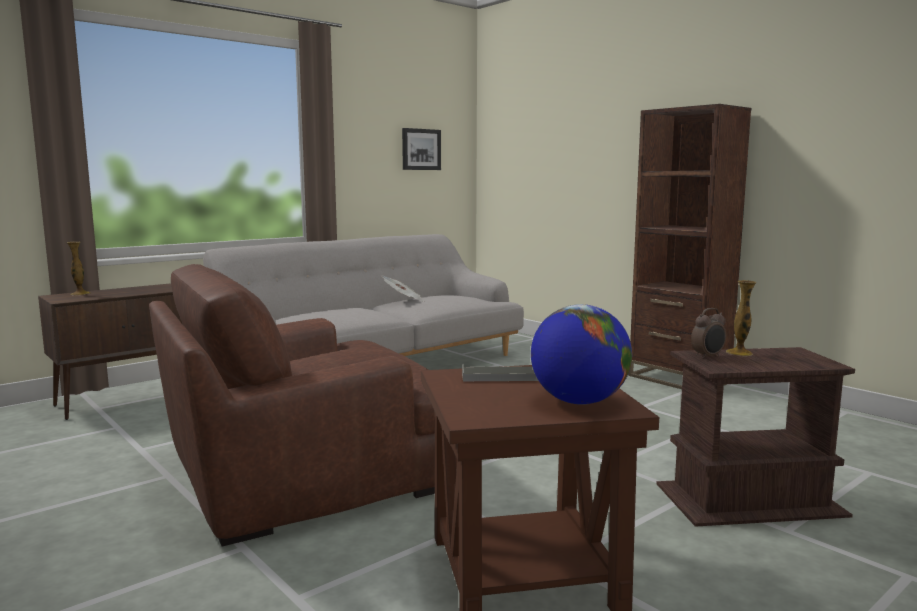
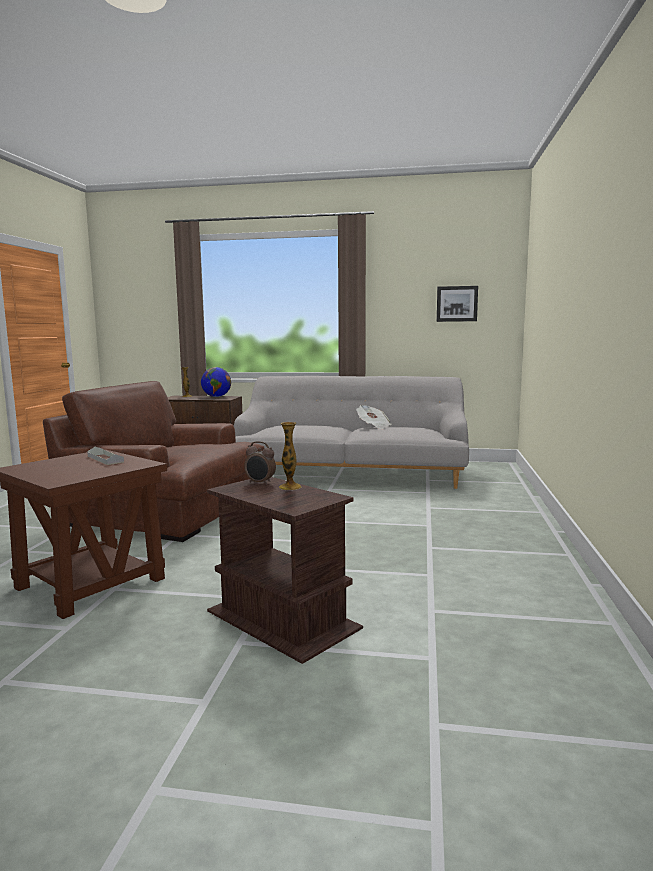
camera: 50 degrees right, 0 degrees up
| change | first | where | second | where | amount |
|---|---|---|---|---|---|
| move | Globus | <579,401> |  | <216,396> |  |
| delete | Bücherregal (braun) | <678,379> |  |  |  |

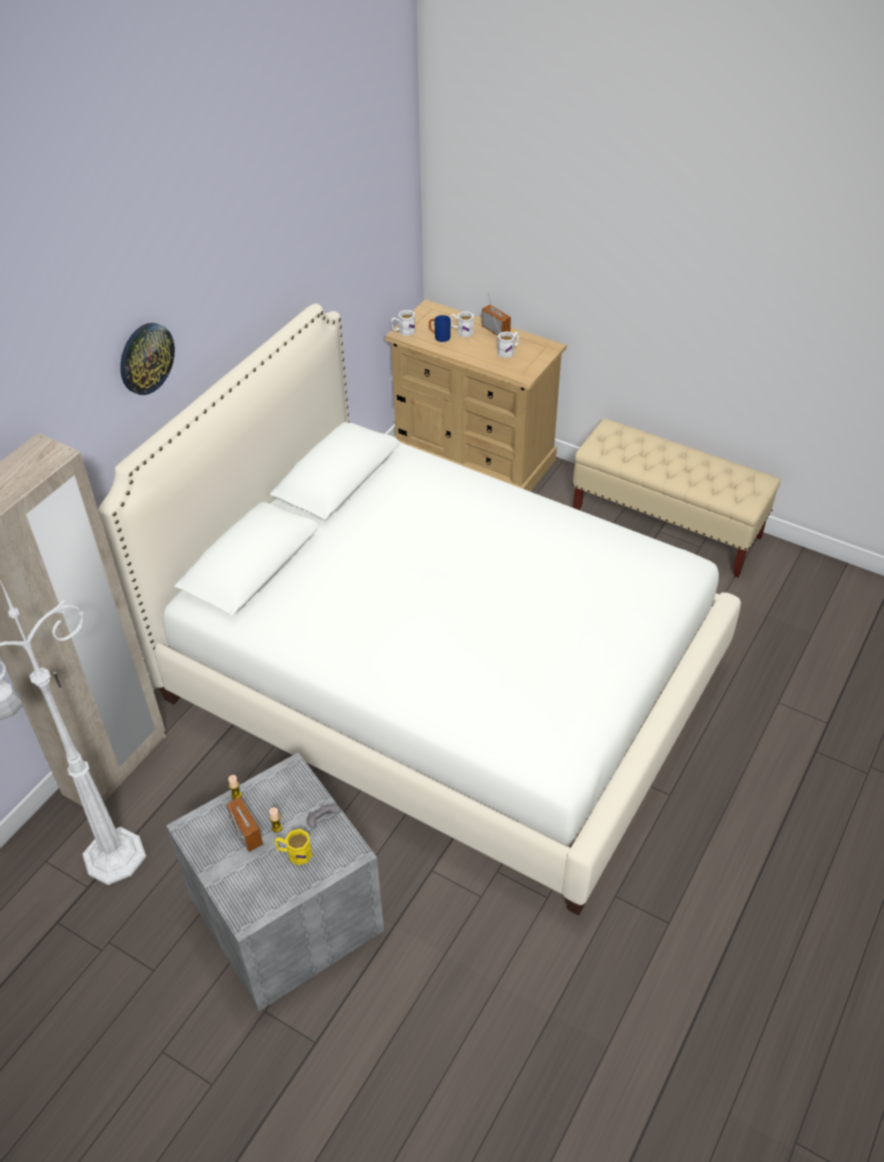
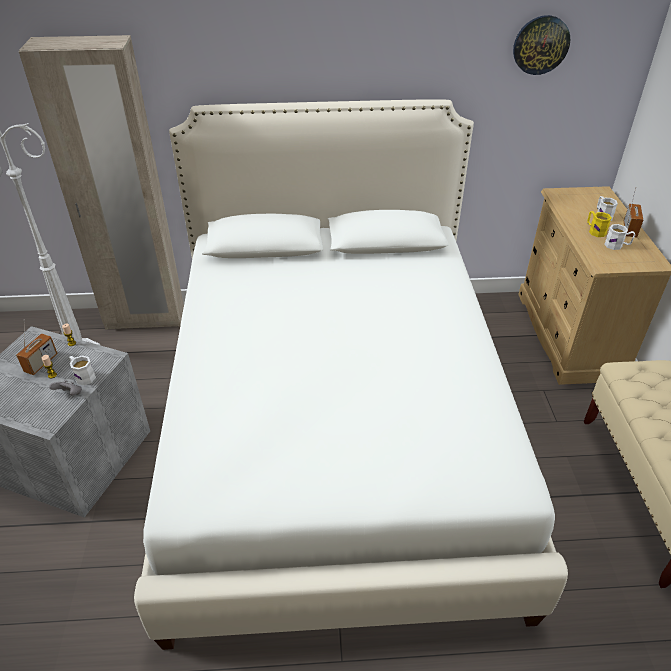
camera: 55 degrees right, 5 degrees down
| change | first | where | second | where | amount |
|---|---|---|---|---|---|
| move | Henkelbecher (weiß) | <403,331> |  | <83,376> |  |
| move | Wanduhr | <145,358> |  | <540,45> |  |
| move | Henkelbecher (gelb) | <294,853> |  | <594,231> |  |
| delete | Henkelbecher (blau) | <439,337> |  |  |  |

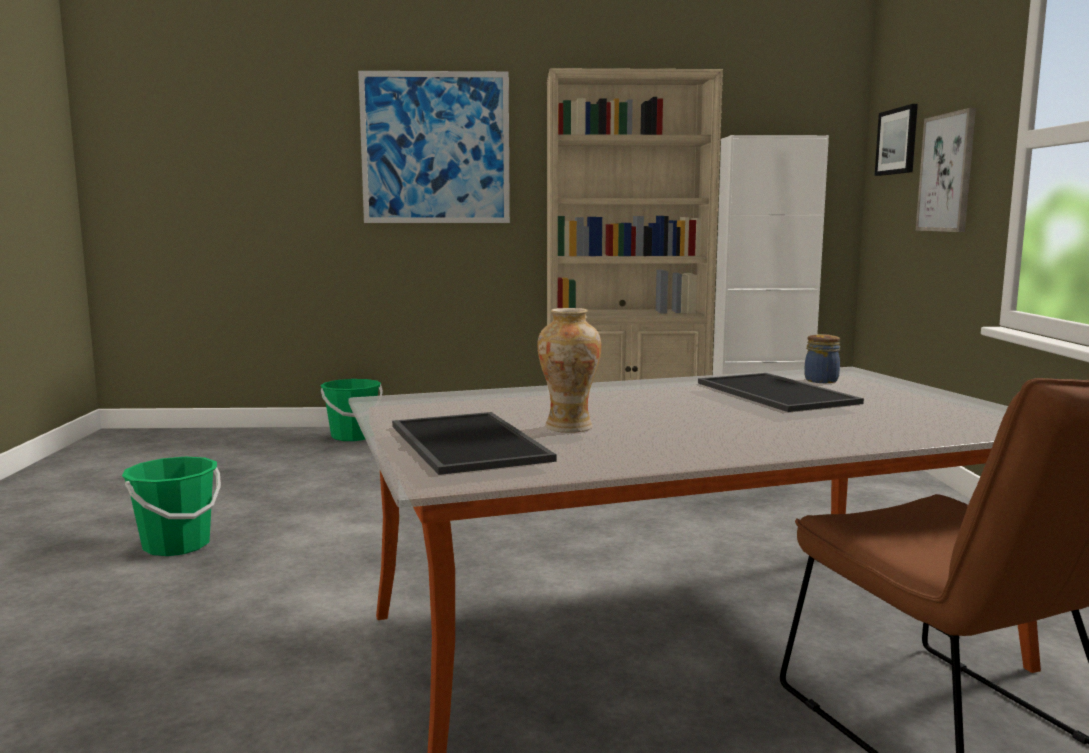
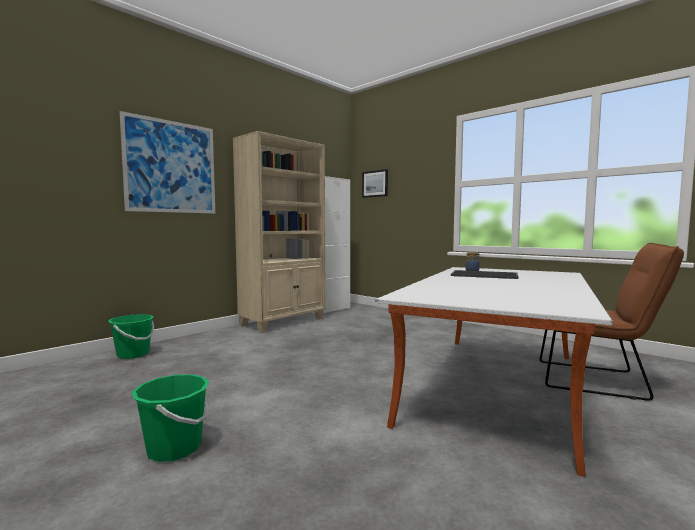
camera: 45 degrees left, 5 degrees down
| change | first | where | second | where | amount |
|---|---|---|---|---|---|
| delete | Tablett | <464,442> |  |  |  |
| delete | Vase | <569,427> |  |  |  |
| delete | Bild | <947,173> |  |  |  |

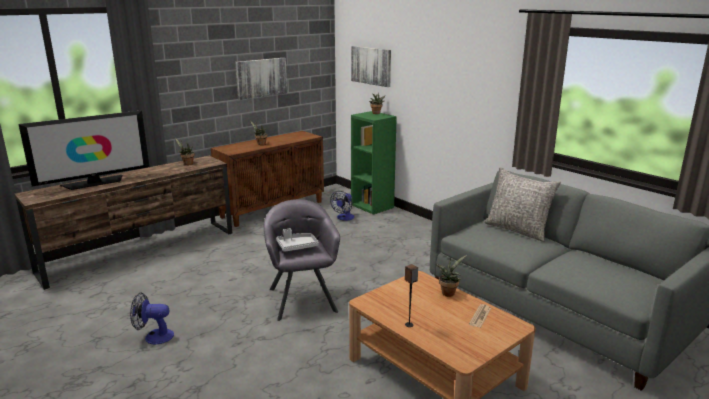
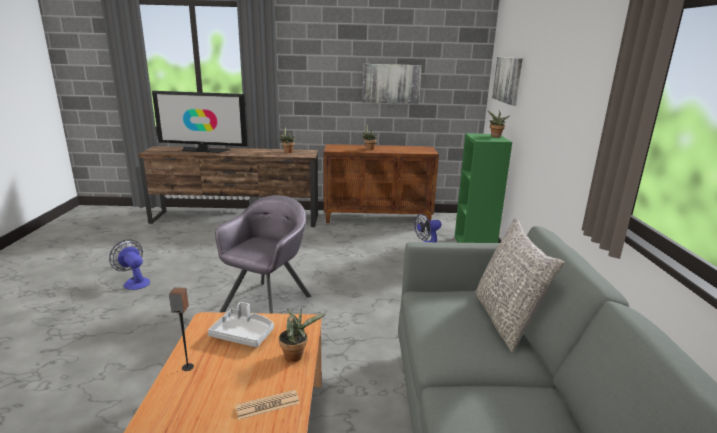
camera: 40 degrees right, 0 degrees up
| change | first | where | second | where | amount |
|---|---|---|---|---|---|
| move | Tablett (grau) | <297,246> |  | <243,334> |  |

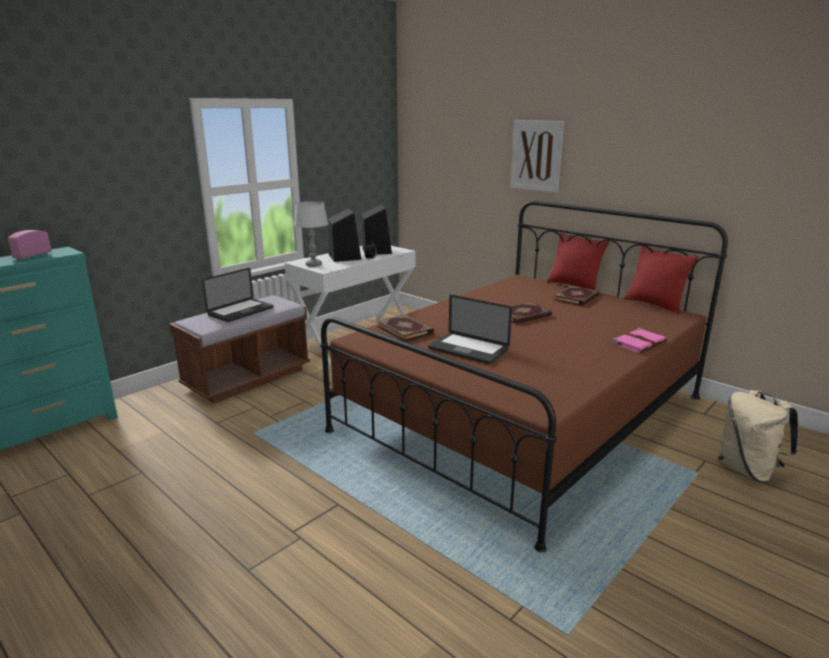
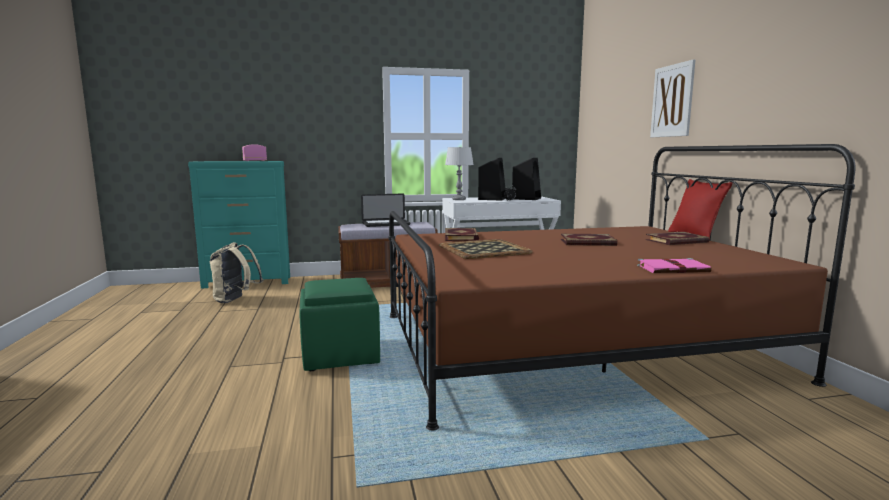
camera: 35 degrees right, 10 degrees down
| change | first | where | second | where | amount |
|---|---|---|---|---|---|
| move | Rucksack (beige) | <748,470> |  | <235,300> |  |
| insert |  |  | Polsterhocker (grün) | <341,355> |  |
| replace | Laptop | <468,349> | Tablett | <485,250> |  |
| delete | Kissen (rot) | <654,304> |  |  |  |

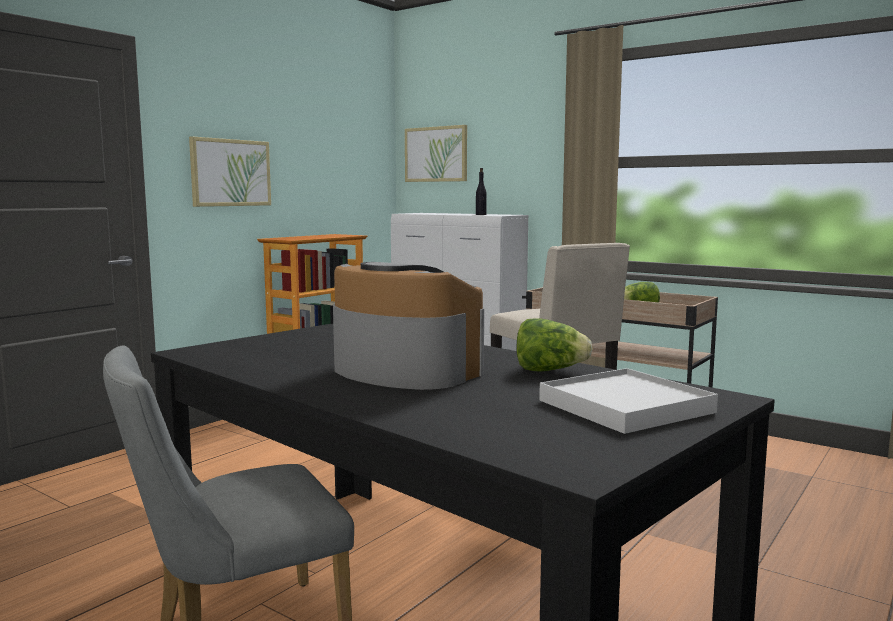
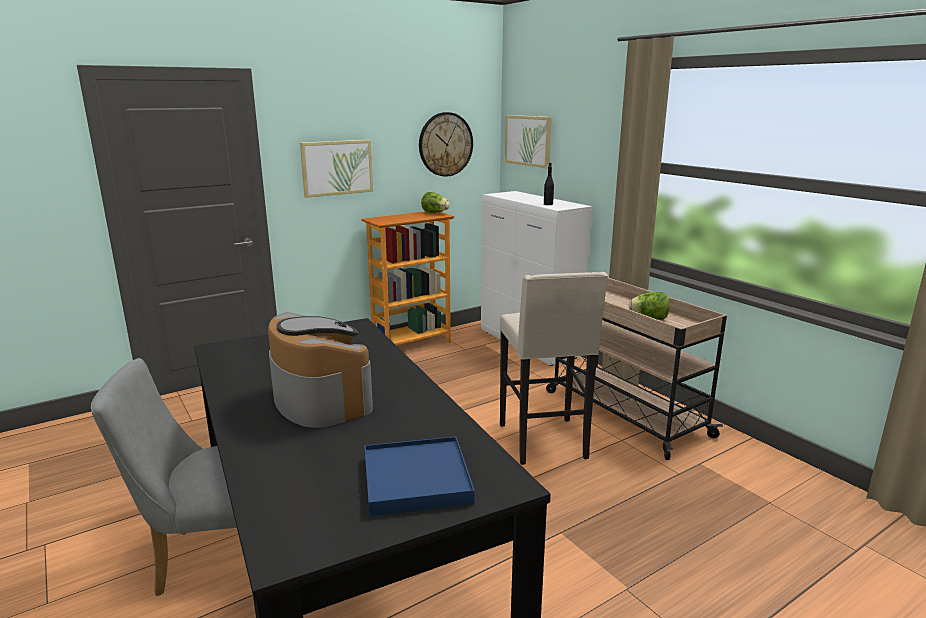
camera: 20 degrees right, 10 degrees up
| change | first | where | second | where | amount |
|---|---|---|---|---|---|
| recolor | Tablett (weiß) | <625,406> | Tablett (blau) | <416,480> |  |
| insert |  |  | Wanduhr | <445,144> |  |
| move | Salatkopf | <549,370> |  | <435,213> |  |

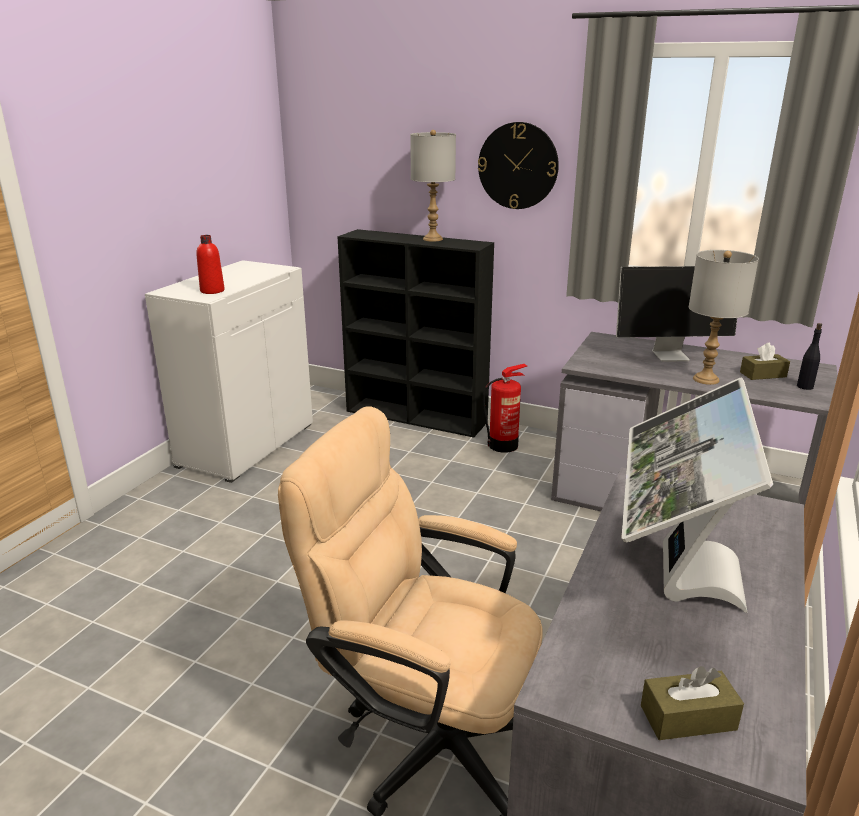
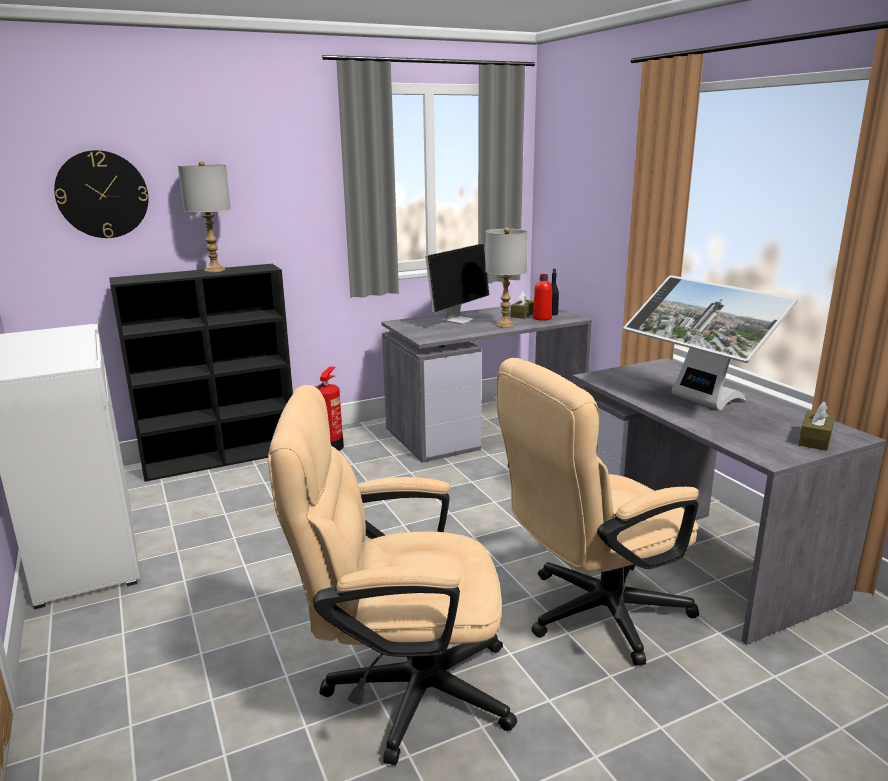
camera: 50 degrees left, 5 degrees down
| change | first | where | second | where | amount |
|---|---|---|---|---|---|
| move | Wanduhr | <518,166> |  | <102,194> |  |
| insert |  |  | Bürostuhl (beige) | <401,689> |  |
| move | Flasche (rot) | <212,291> |  | <542,318> |  |

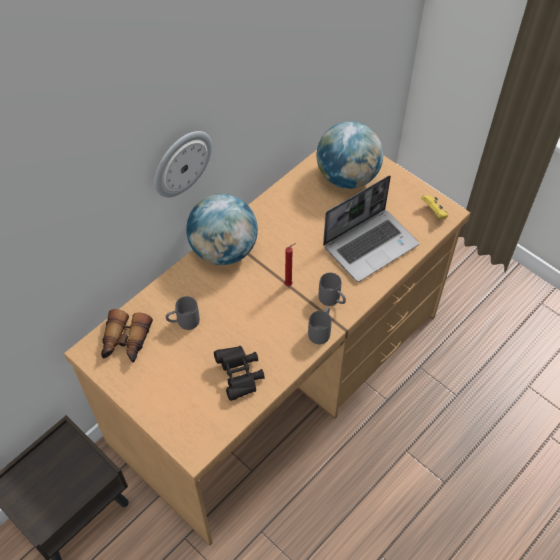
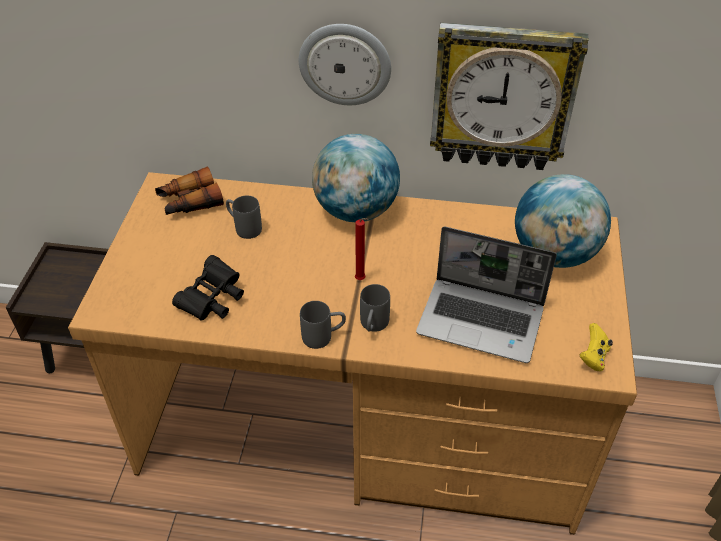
camera: 55 degrees right, 10 degrees down
| change | first | where | second | where | amount |
|---|---|---|---|---|---|
| insert |  |  | Wanduhr | <502,97> |  |

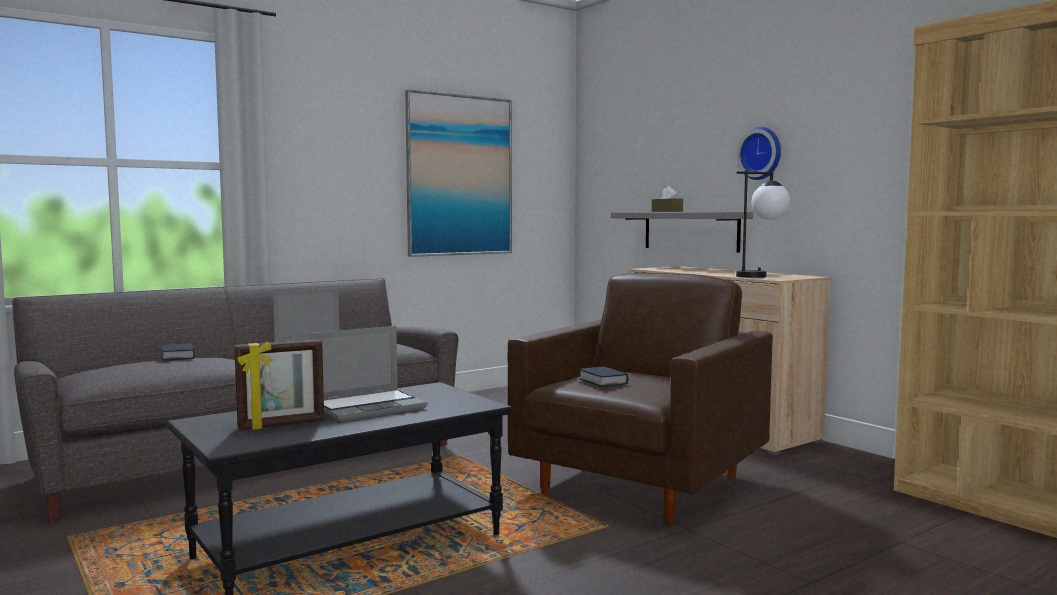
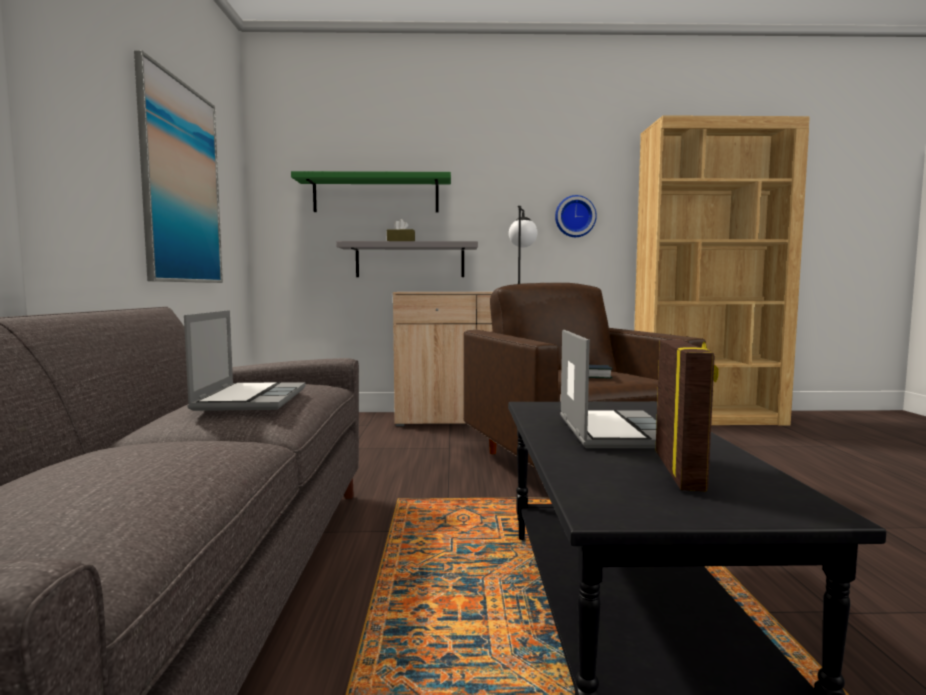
camera: 55 degrees left, 0 degrees up
| change | first | where | second | where | amount |
|---|---|---|---|---|---|
| insert |  |  | Wandregal (grün) | <376,195> |  |
| move | Wanduhr | <761,153> |  | <574,216> |  |
| delete | Buch | <178,356> |  |  |  |

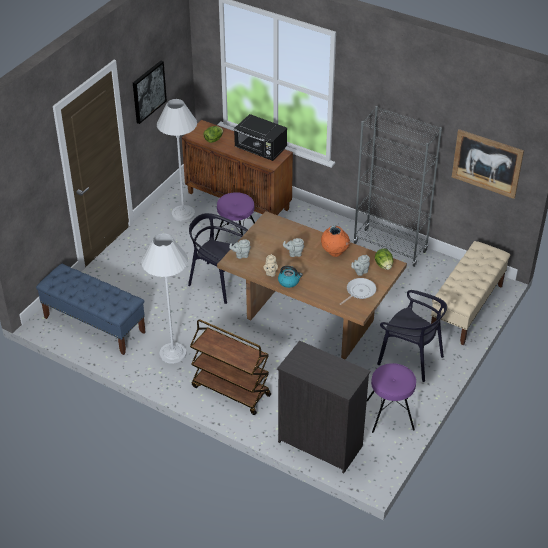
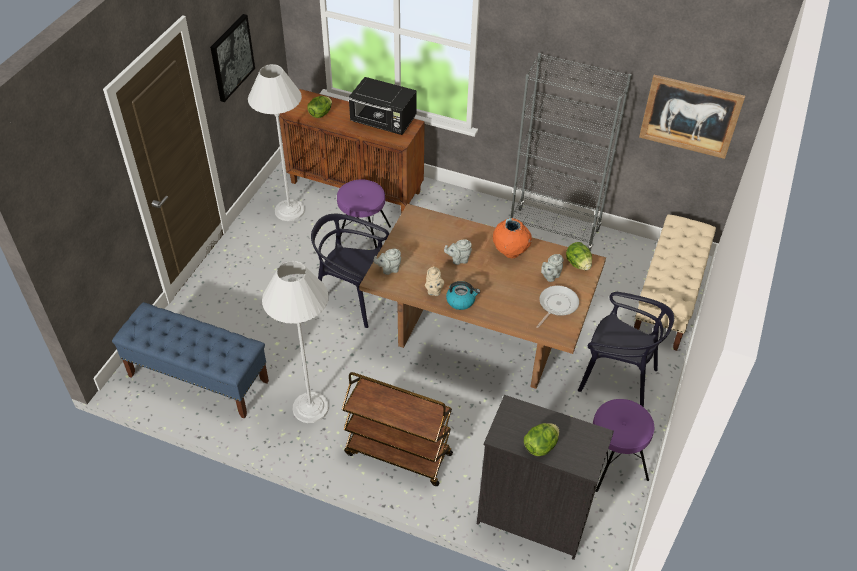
camera: 10 degrees left, 5 degrees up
| change | first | where | second | where | amount |
|---|---|---|---|---|---|
| insert |  |  | Salatkopf | <540,446> |  |

